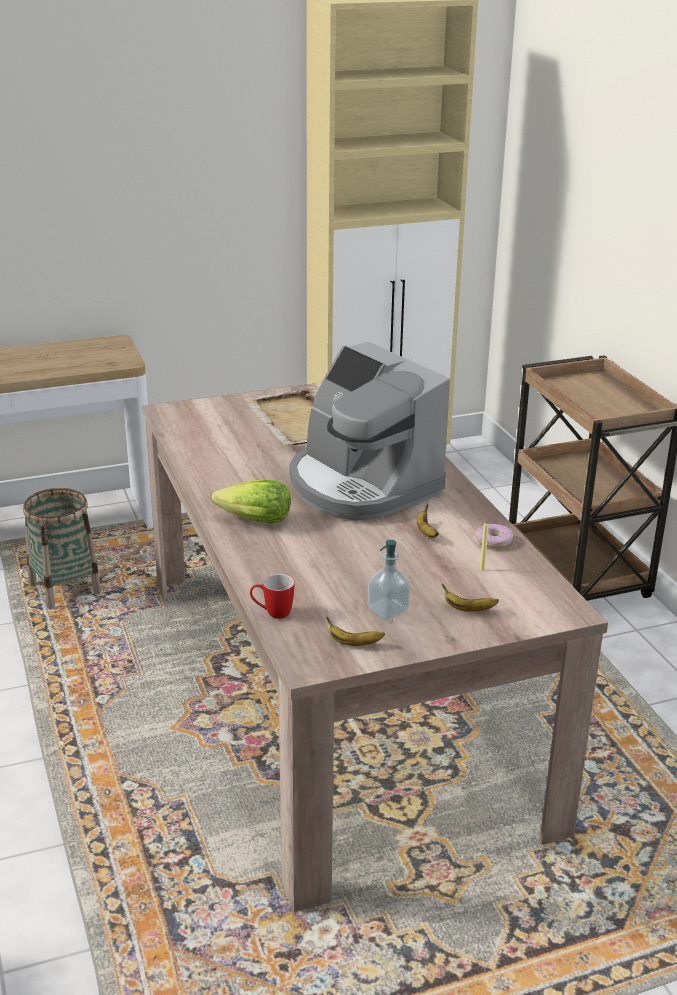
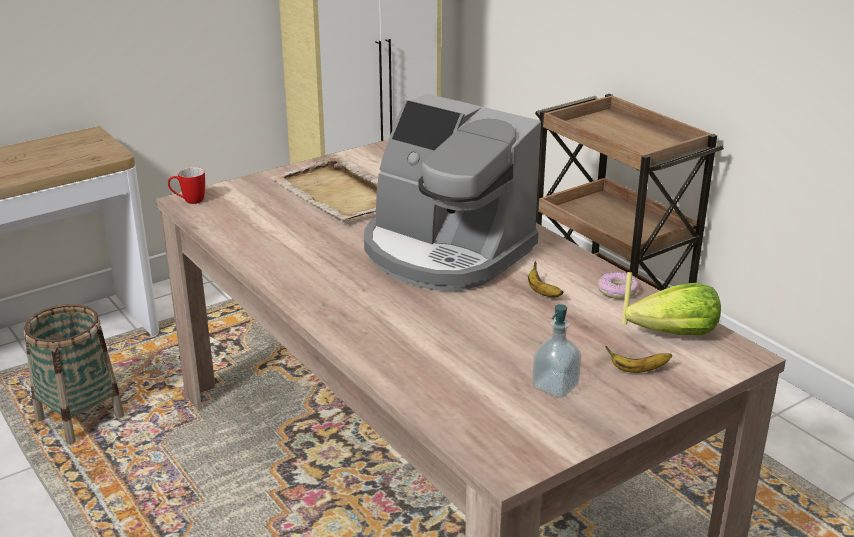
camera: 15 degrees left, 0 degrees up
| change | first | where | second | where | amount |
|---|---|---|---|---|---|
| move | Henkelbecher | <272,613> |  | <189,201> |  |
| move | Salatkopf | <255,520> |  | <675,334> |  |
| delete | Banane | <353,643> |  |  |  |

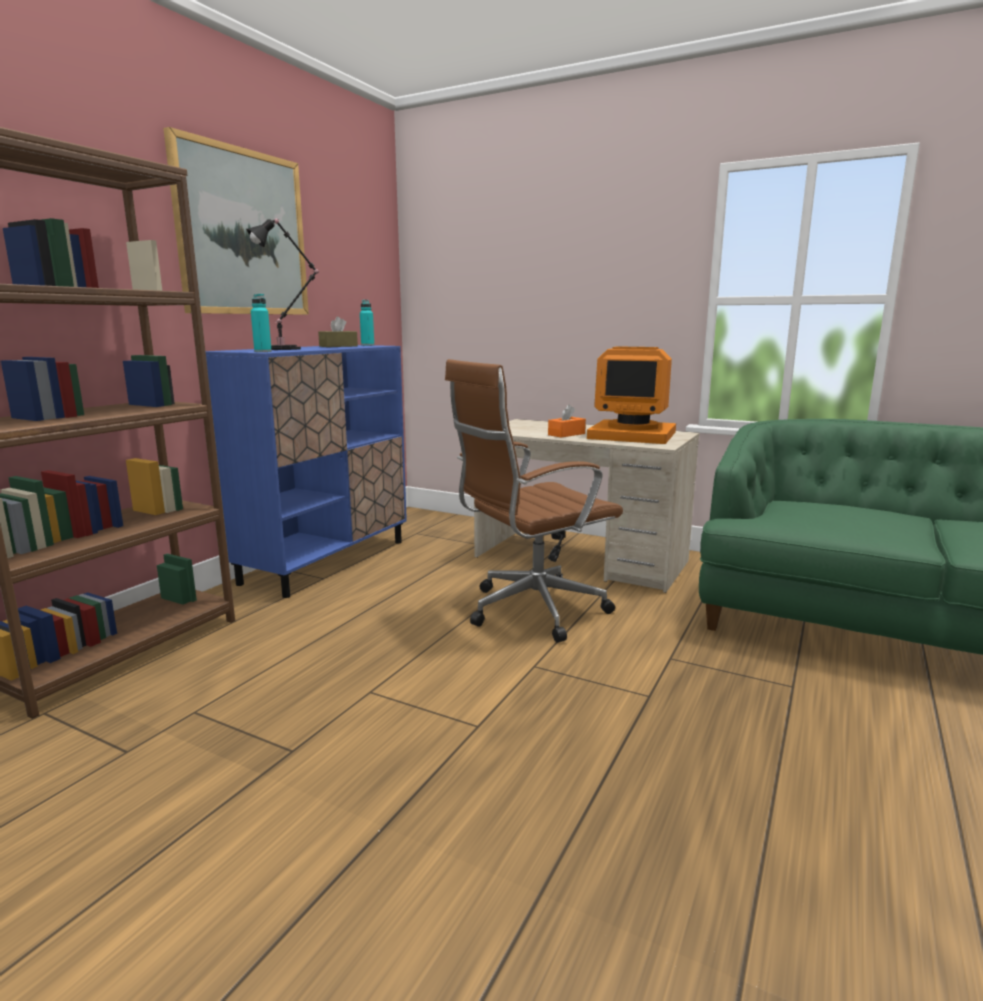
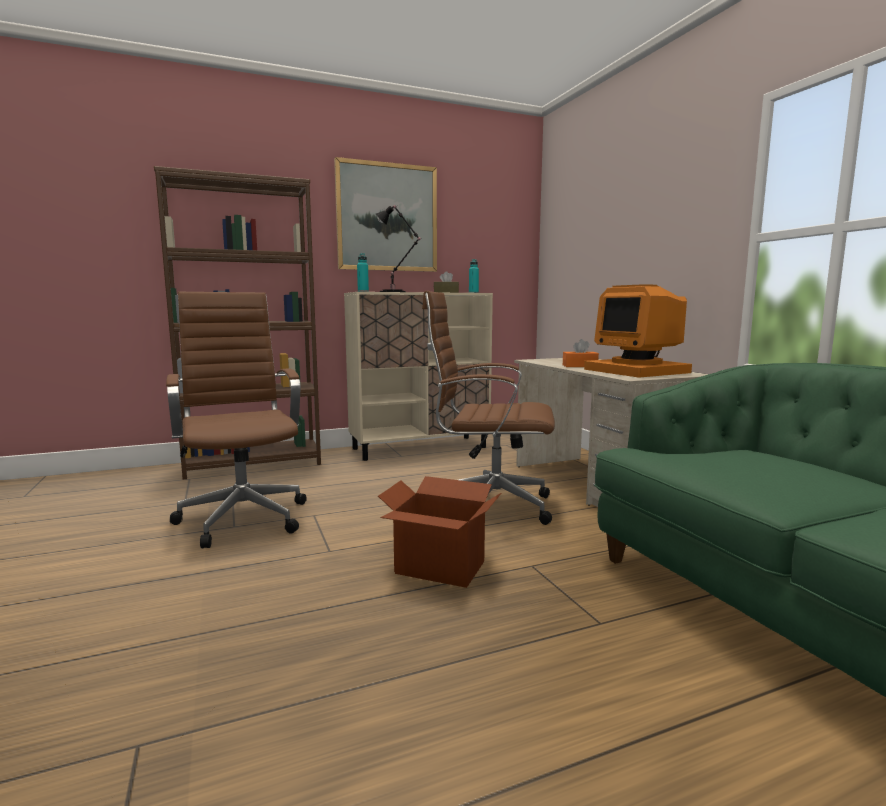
camera: 40 degrees right, 5 degrees down
| change | first | where | second | where | amount |
|---|---|---|---|---|---|
| insert |  |  | Bürostuhl (braun) | <243,517> |  |
| recolor | Schrank (blau) | <326,561> | Schrank (beige) | <420,448> |  |
| insert |  |  | Karton | <439,568> |  |

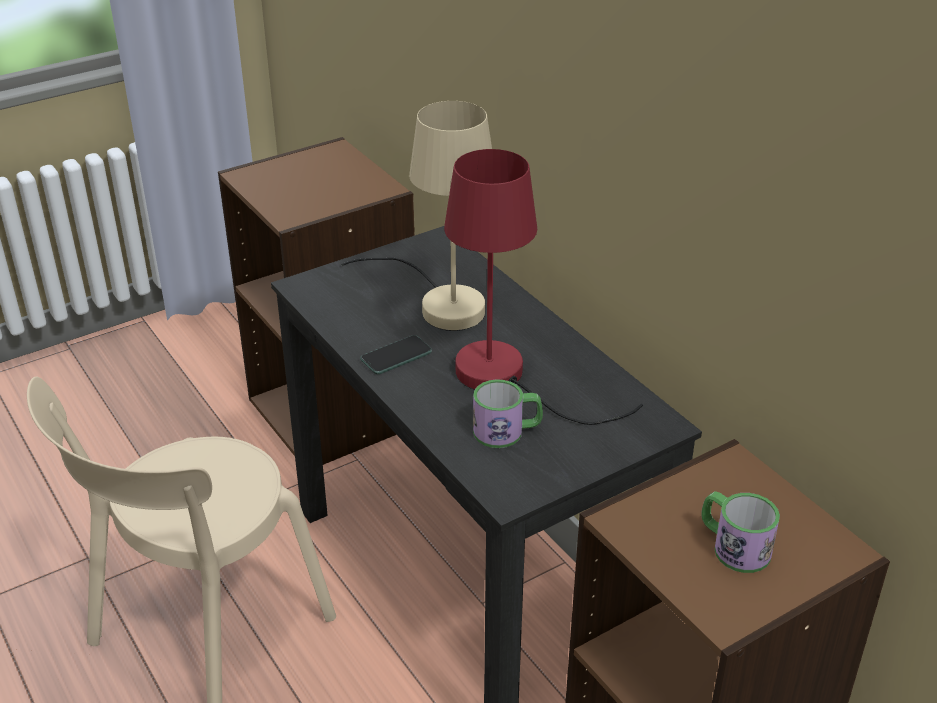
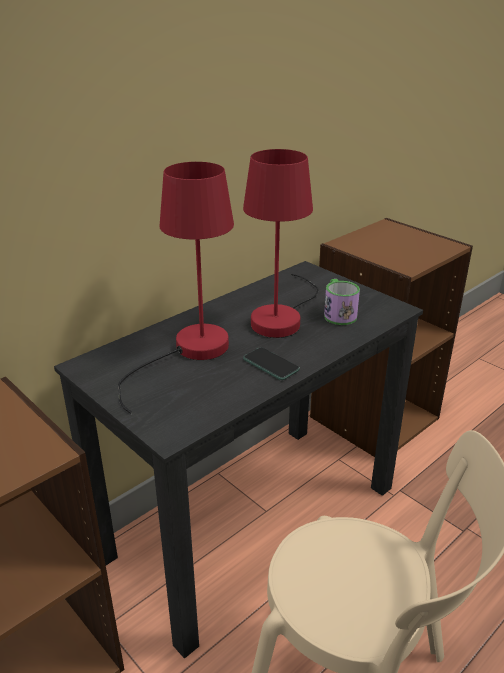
camera: 100 degrees left, 5 degrees down
| change | first | where | second | where | amount |
|---|---|---|---|---|---|
| recolor | Tischlampe (beige) | <440,303> | Tischlampe (rot) | <190,353> |  |
| delete | Henkelbecher | <733,546> |  |  |  |

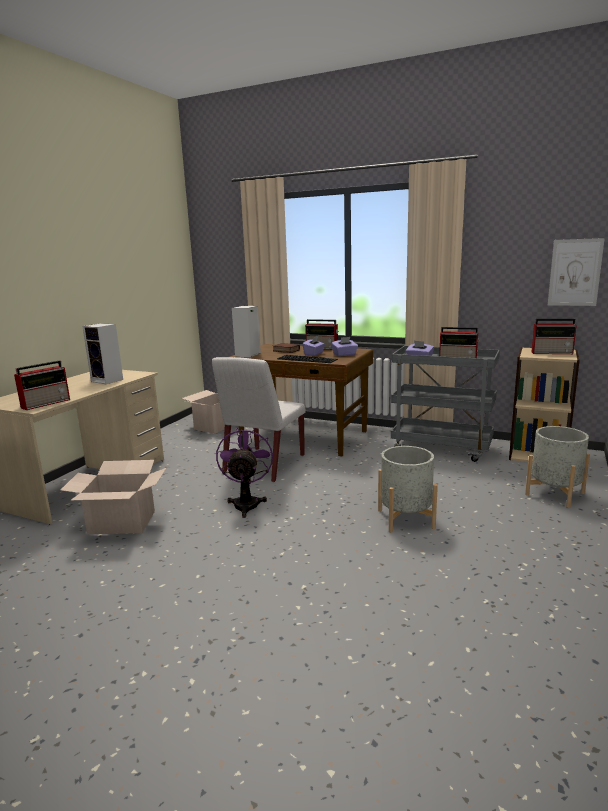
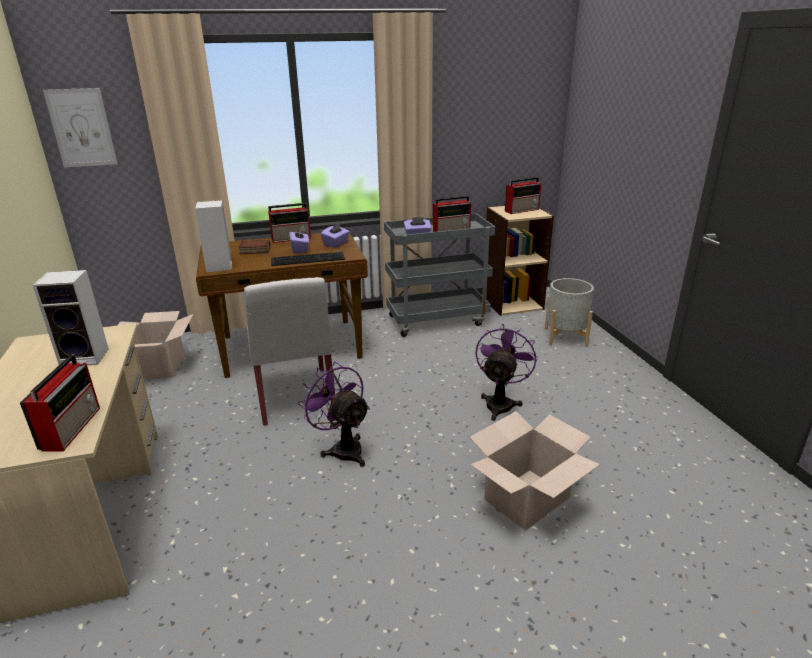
camera: 40 degrees left, 10 degrees up
| change | first | where | second | where | amount |
|---|---|---|---|---|---|
| move | Bild | <575,272> |  | <81,128> |  |
| move | Karton | <122,522> |  | <526,498> |  |
| replace | Pflanzkübel (grau) | <405,519> | Ventilator (lila) | <500,403> |  |

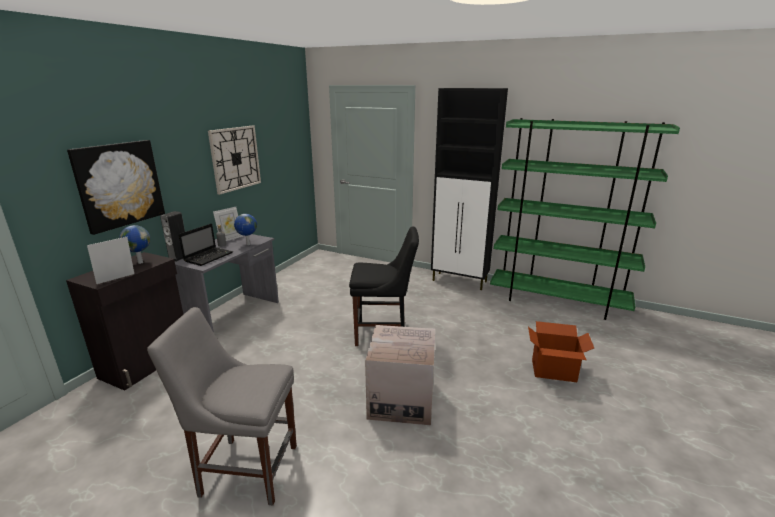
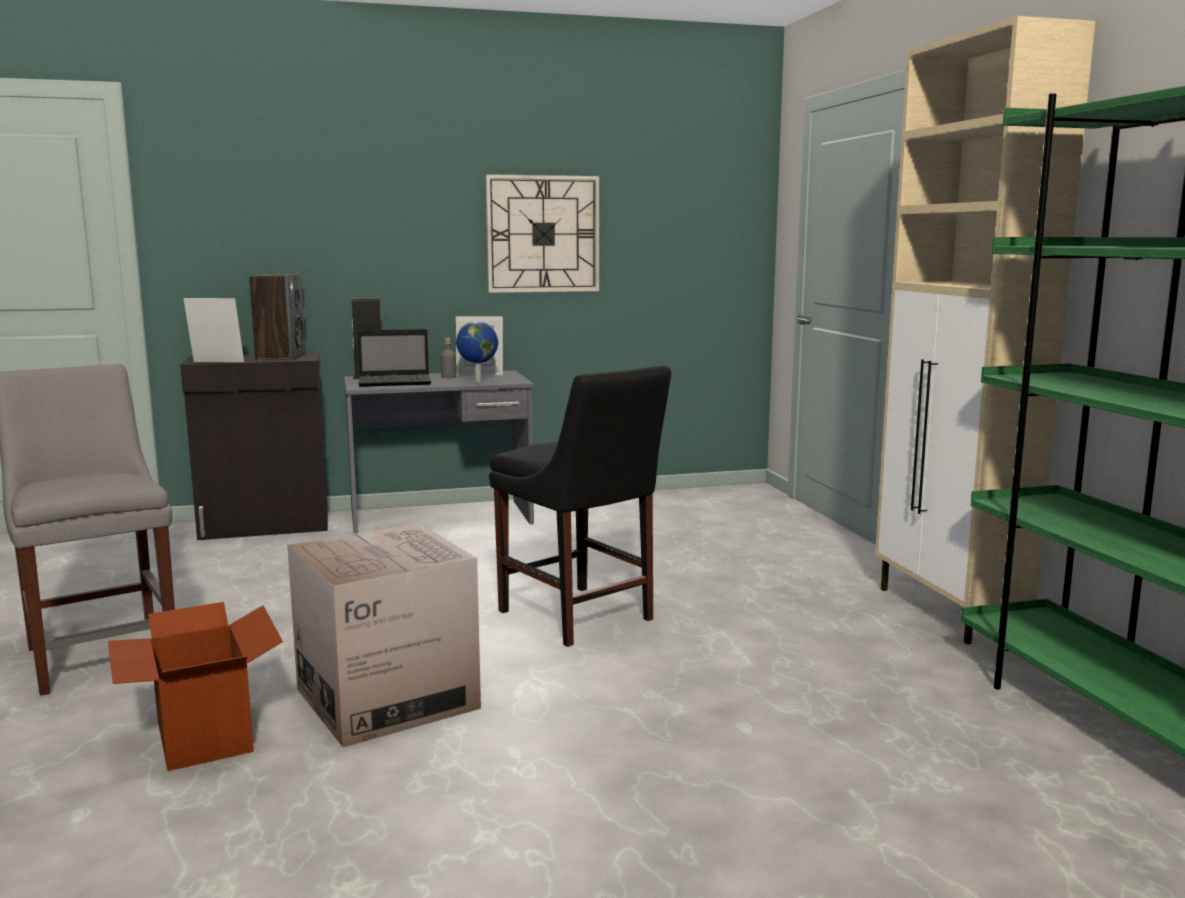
camera: 50 degrees right, 10 degrees down
| change | first | where | second | where | amount |
|---|---|---|---|---|---|
| move | Karton | <554,371> |  | <202,737> |  |
| replace | Globus | <140,262> | Lautsprecher | <280,357> |  |
| recolor | Schrank (schwarz) | <460,281> | Schrank (beige) | <949,612> |  |
| delete | Bild | <119,185> |  |  |  |

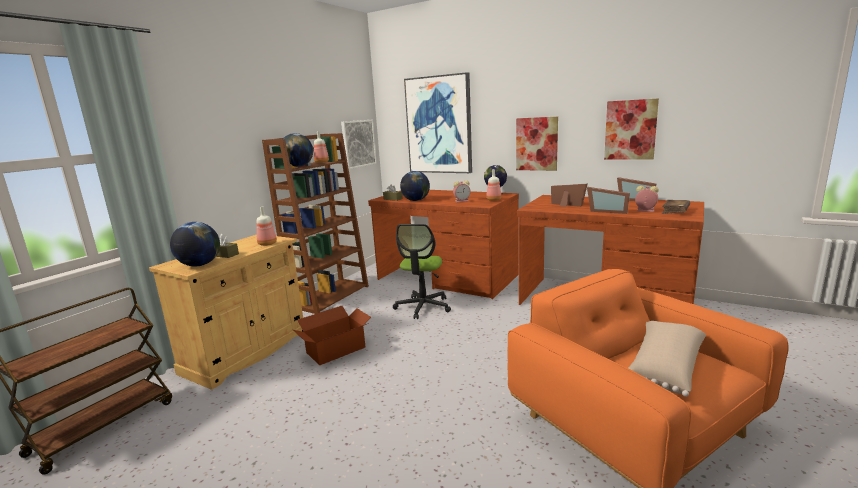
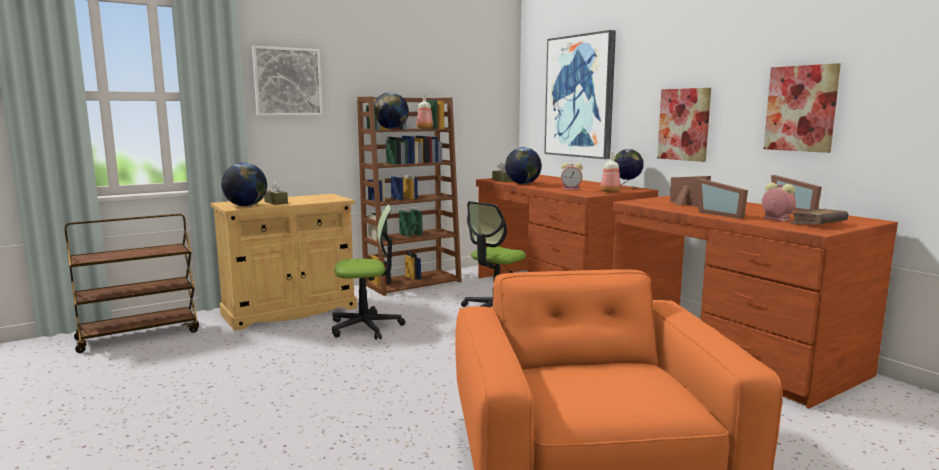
camera: 25 degrees right, 5 degrees down
| change | first | where | second | where | amount |
|---|---|---|---|---|---|
| move | Bild | <358,143> |  | <287,82> |  |
| replace | Karton | <336,350> | Bürostuhl | <366,327> |  |
| delete | Flasche | <266,244> |  |  |  |
| delete | Kissen (beige) | <664,367> |  |  |  |

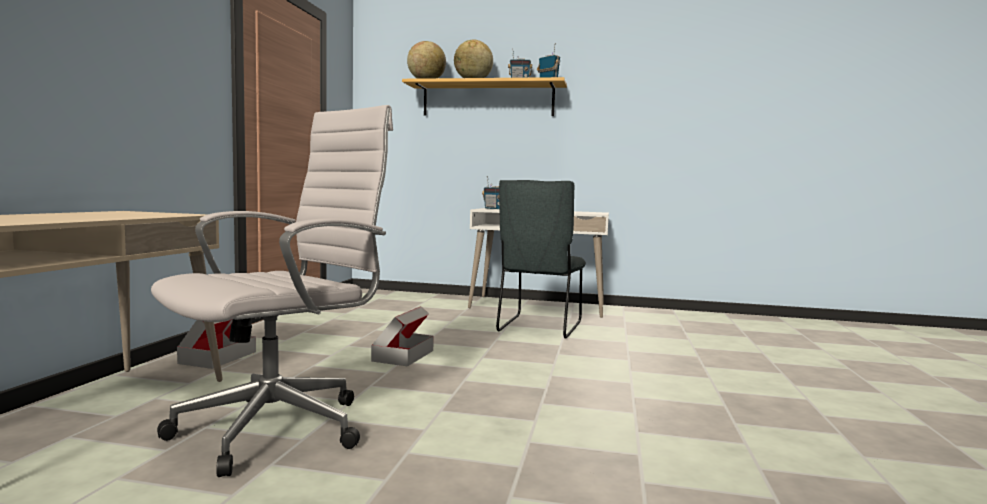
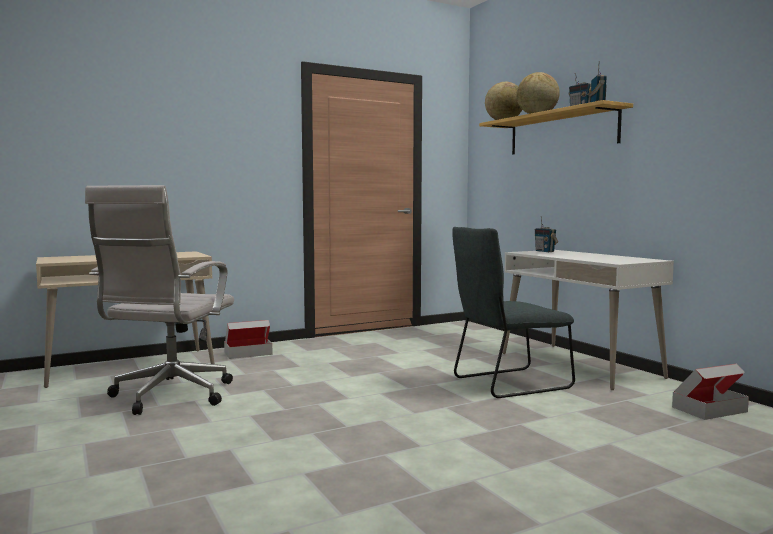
camera: 50 degrees right, 0 degrees up
| change | first | where | second | where | amount |
|---|---|---|---|---|---|
| rotate | Bürostuhl (weiß) | <281,427> |  | <169,397> | 105 degrees clockwise |
| move | Karton | <403,355> |  | <709,409> |  |

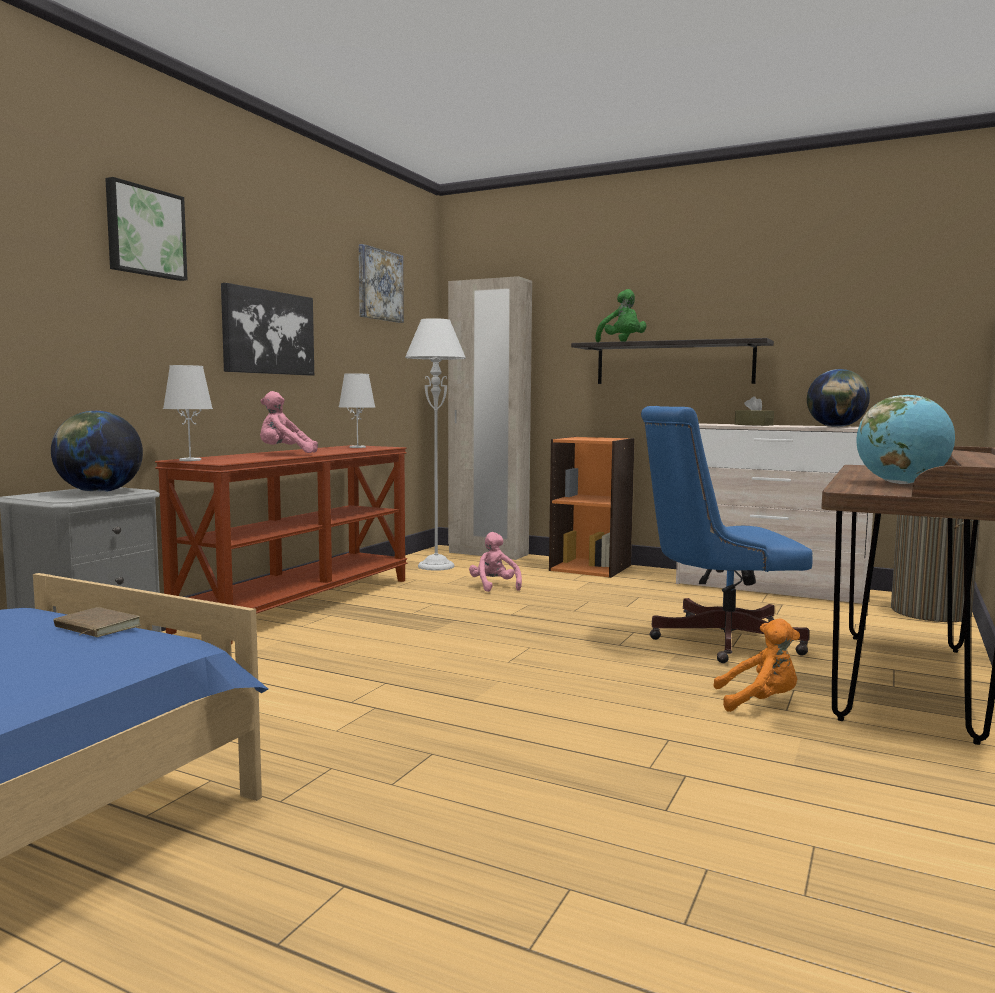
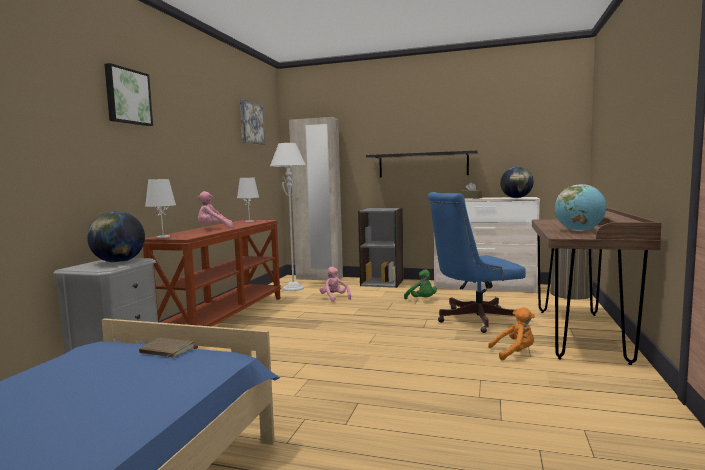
camera: 10 degrees left, 0 degrees up
| change | first | where | second | where | amount |
|---|---|---|---|---|---|
| recolor | Bücherregal (orange) | <591,568> | Bücherregal (grau) | <382,282> |  |
| move | Plüschtier (grün) | <622,342> |  | <422,300> |  |
| delete | Bild | <268,332> |  |  |  |

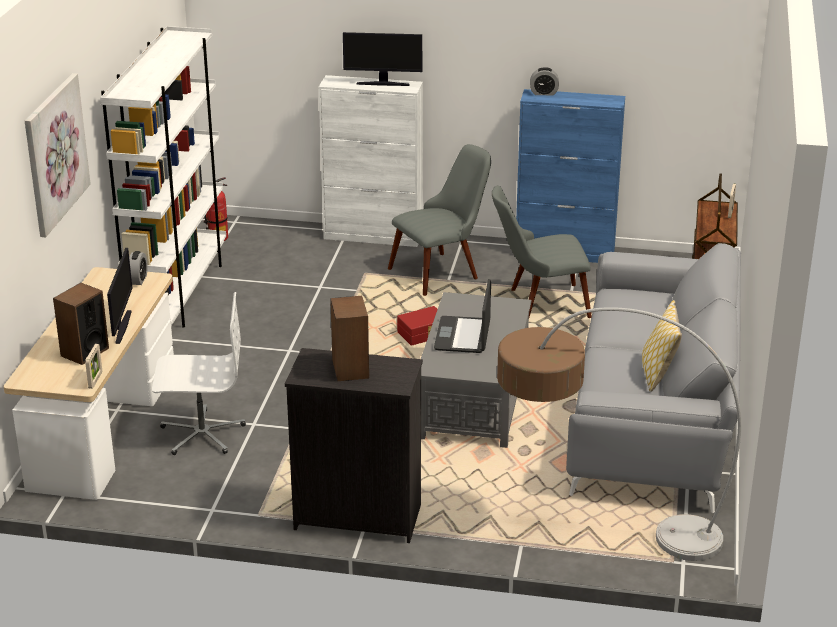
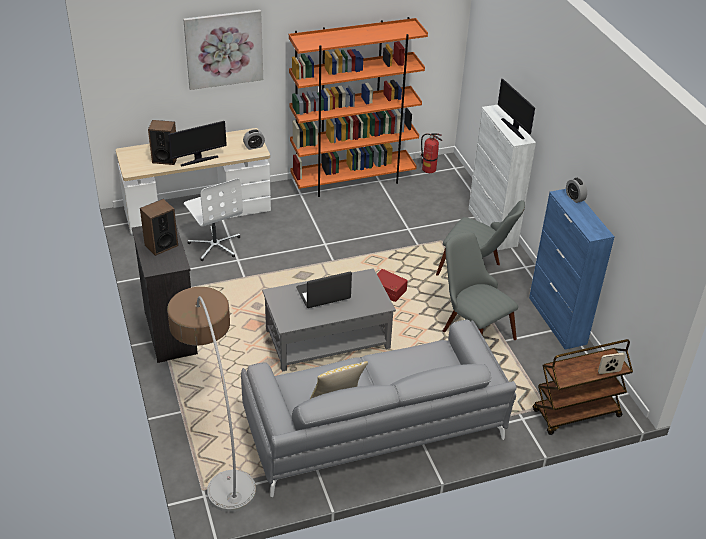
camera: 60 degrees right, 10 degrees up
| change | first | where | second | where | amount |
|---|---|---|---|---|---|
| recolor | Bücherregal (weiß) | <178,293> | Bücherregal (orange) | <353,180> |  |
| delete | Bilderrahmen | <95,380> |  |  |  |

